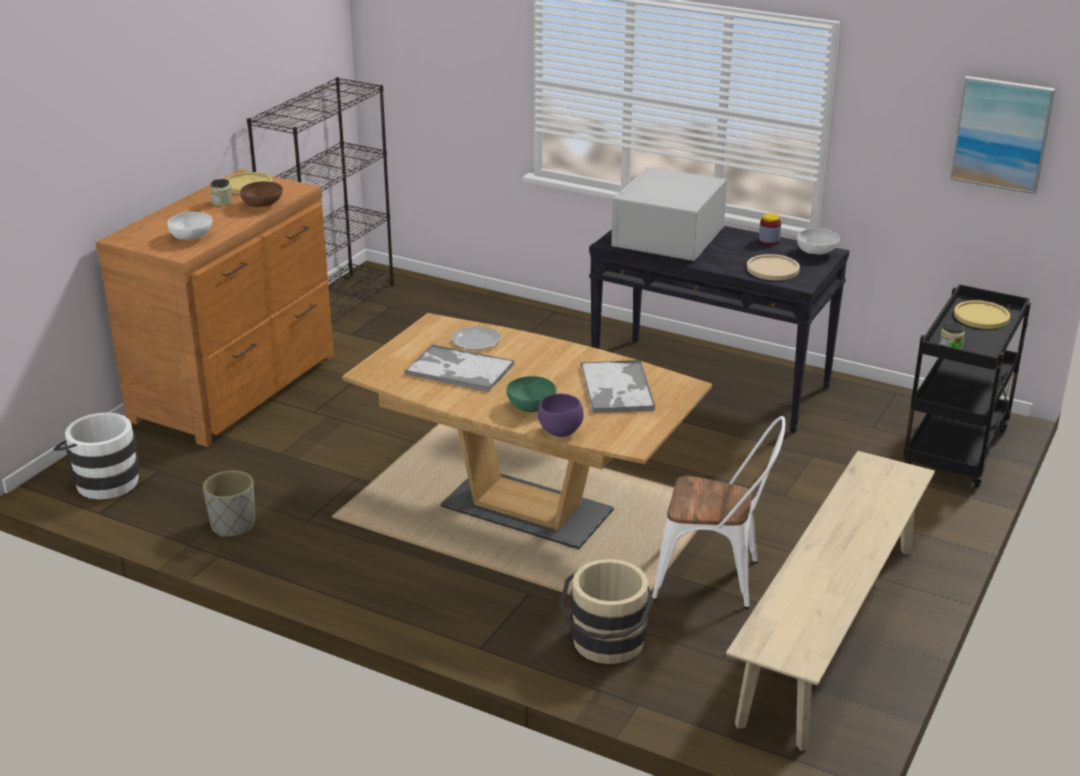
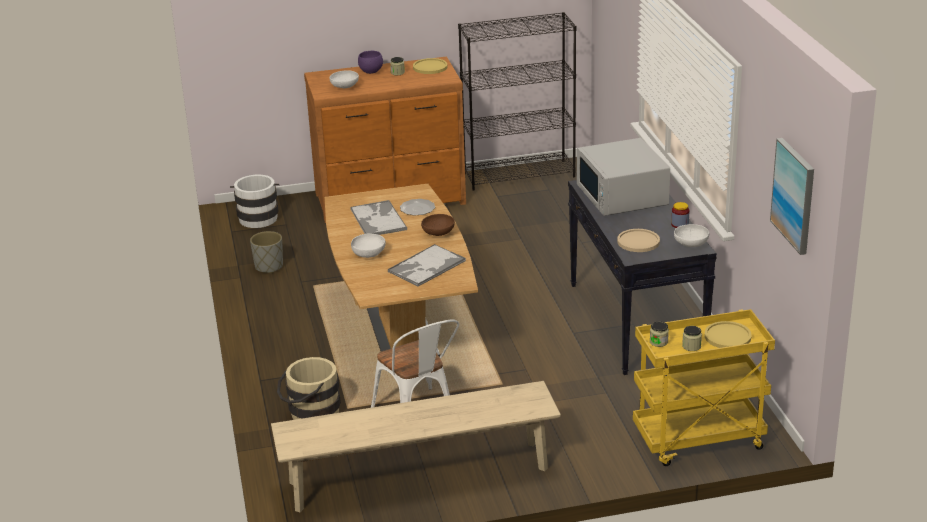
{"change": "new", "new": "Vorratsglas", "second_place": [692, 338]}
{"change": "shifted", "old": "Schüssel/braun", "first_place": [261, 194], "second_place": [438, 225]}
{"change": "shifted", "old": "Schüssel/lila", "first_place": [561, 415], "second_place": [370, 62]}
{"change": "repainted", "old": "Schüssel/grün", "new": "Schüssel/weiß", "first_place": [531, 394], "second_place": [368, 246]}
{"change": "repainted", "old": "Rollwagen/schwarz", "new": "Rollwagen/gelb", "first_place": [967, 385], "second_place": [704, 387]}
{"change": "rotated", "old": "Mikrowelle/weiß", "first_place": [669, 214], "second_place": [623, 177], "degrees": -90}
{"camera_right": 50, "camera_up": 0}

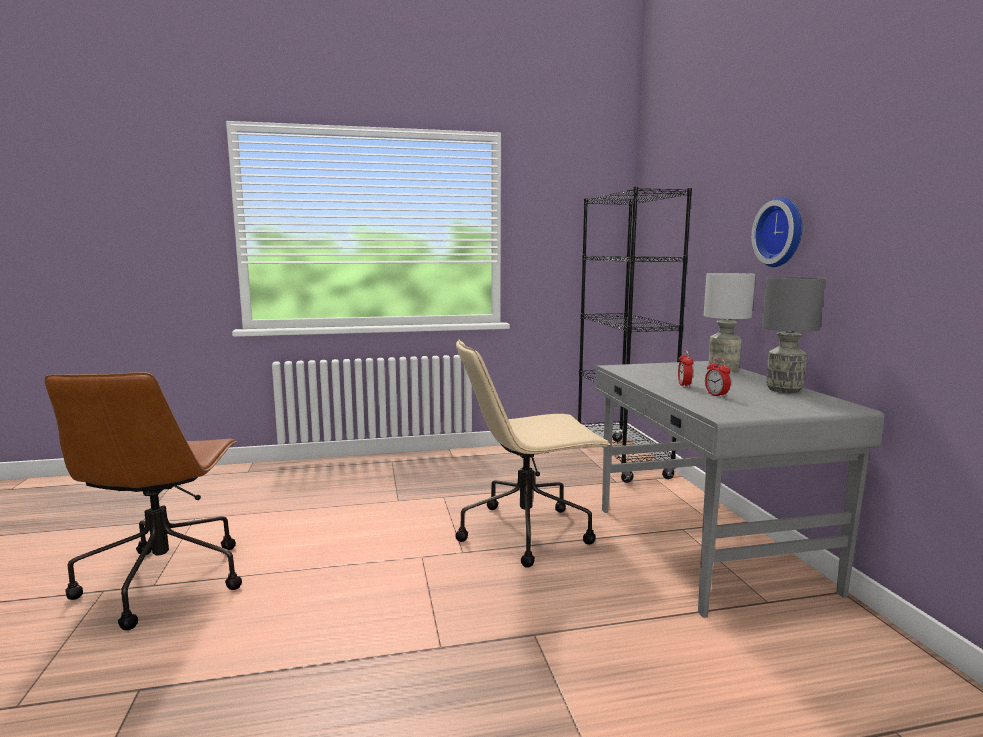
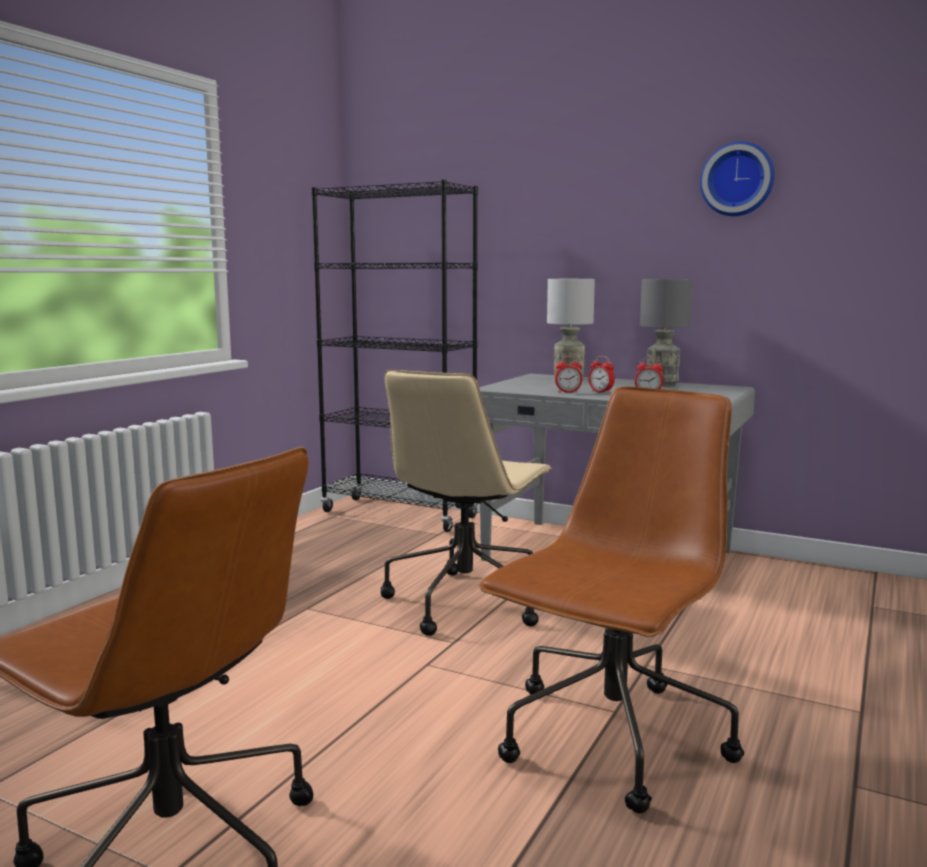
{"change": "new", "new": "Bürostuhl/braun", "second_place": [611, 600]}
{"change": "new", "new": "Wecker", "second_place": [569, 374]}
{"change": "shifted", "old": "Wanduhr", "first_place": [776, 232], "second_place": [737, 178]}
{"camera_right": -50, "camera_up": 0}

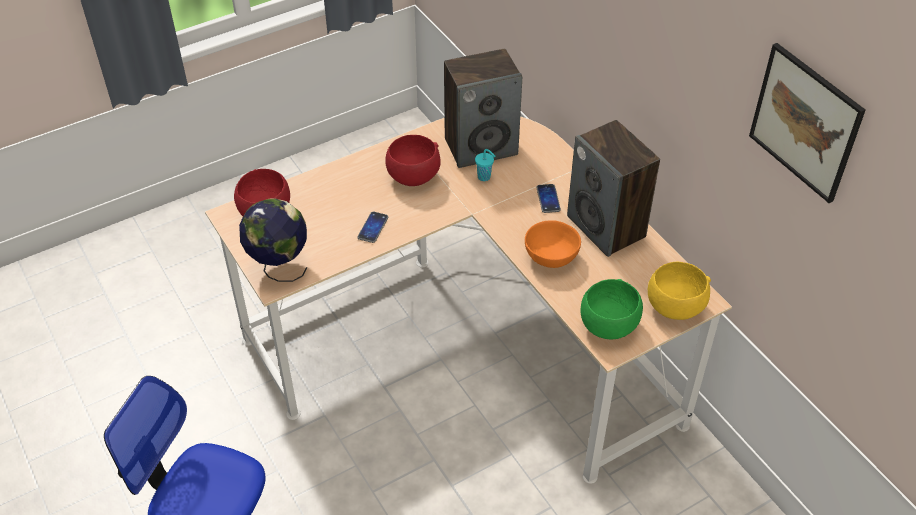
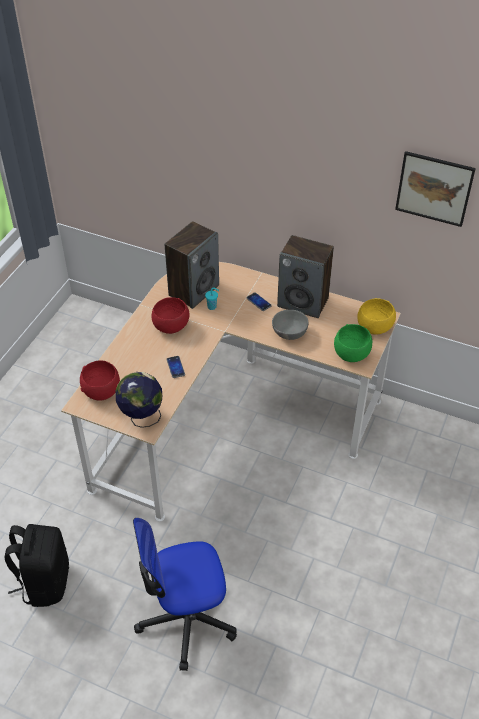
{"change": "new", "new": "Rucksack/schwarz", "second_place": [37, 565]}
{"change": "repainted", "old": "Schüssel/orange", "new": "Schüssel/grau", "first_place": [553, 244], "second_place": [290, 325]}
{"camera_right": -35, "camera_up": 0}

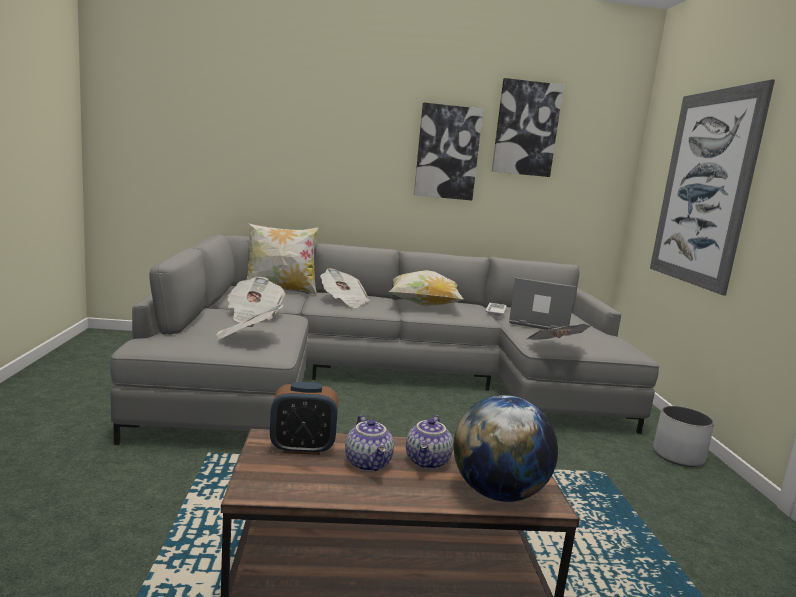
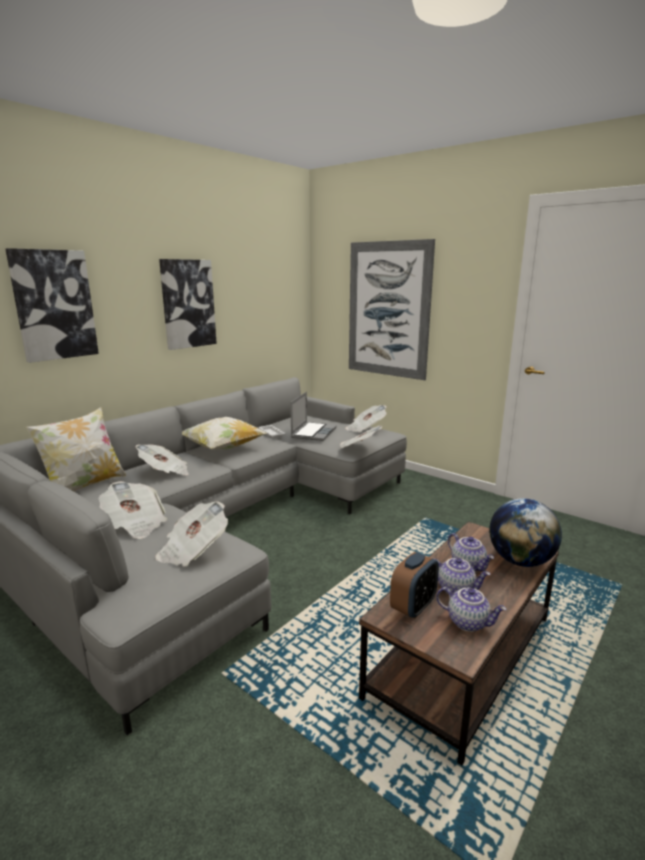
{"change": "gone", "old": "Pflanzkübel/weiß", "first_place": [683, 436]}
{"change": "new", "new": "Zeitung", "second_place": [366, 419]}
{"change": "new", "new": "Teekanne", "second_place": [471, 609]}
{"change": "shifted", "old": "Bild", "first_place": [528, 127], "second_place": [52, 305]}
{"change": "rotated", "old": "Laptop", "first_place": [542, 303], "second_place": [313, 416], "degrees": 135}
{"camera_right": -45, "camera_up": 5}

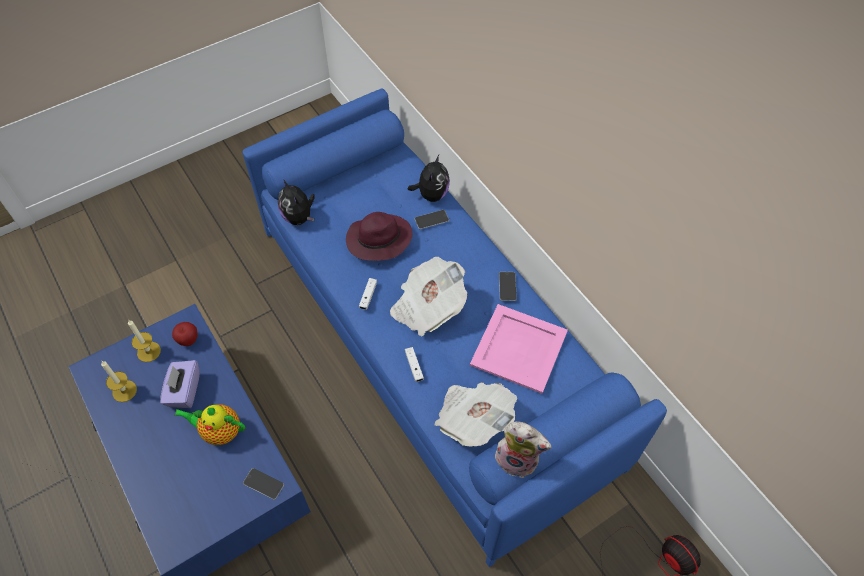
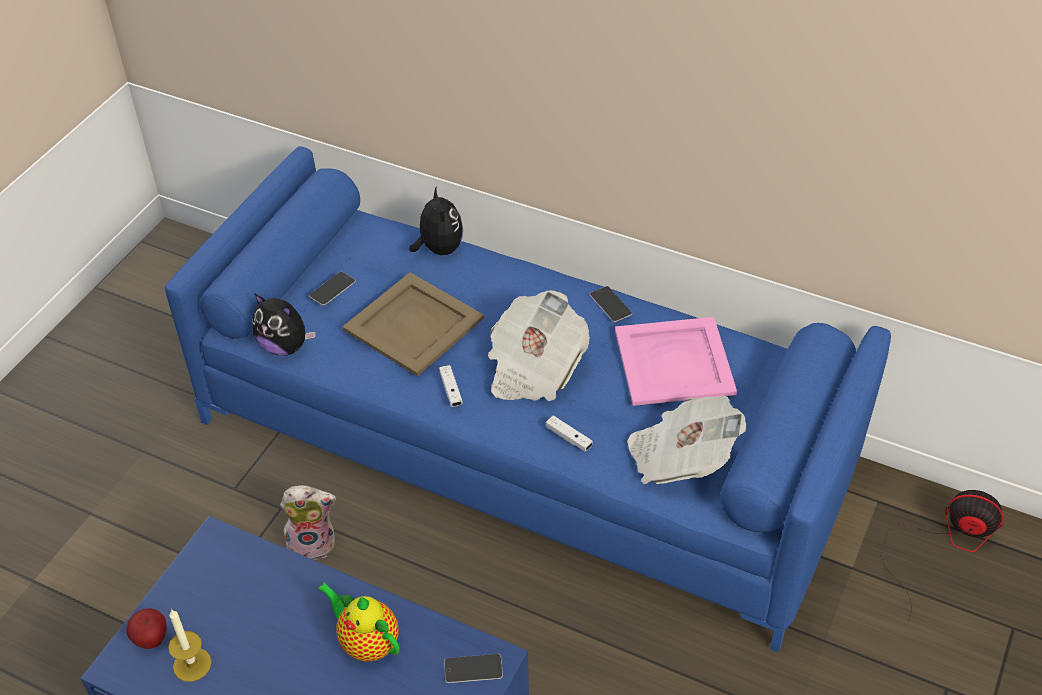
{"change": "gone", "old": "Kerze", "first_place": [144, 341]}
{"change": "gone", "old": "Taschentuchbox/lila", "first_place": [180, 384]}
{"change": "shifted", "old": "Apfel", "first_place": [185, 334], "second_place": [146, 628]}
{"change": "shifted", "old": "Handy", "first_place": [431, 219], "second_place": [332, 288]}
{"change": "shifted", "old": "Plüschtier", "first_place": [523, 449], "second_place": [308, 522]}
{"change": "swapped", "old": "Hut/lila", "new": "Tablett/beige", "first_place": [379, 236], "second_place": [413, 324]}
{"change": "rotated", "old": "Teekanne", "first_place": [210, 424], "second_place": [358, 622], "degrees": 60}
{"camera_right": -30, "camera_up": -10}

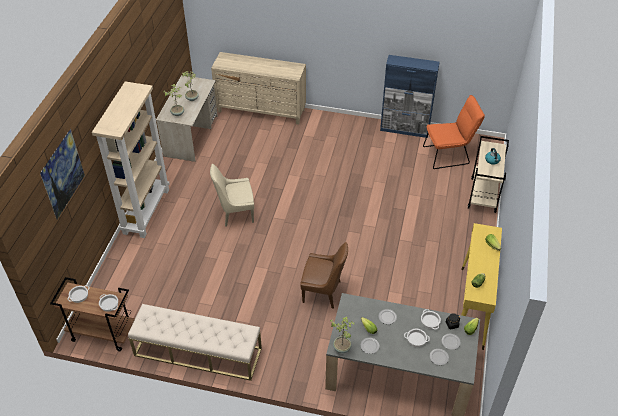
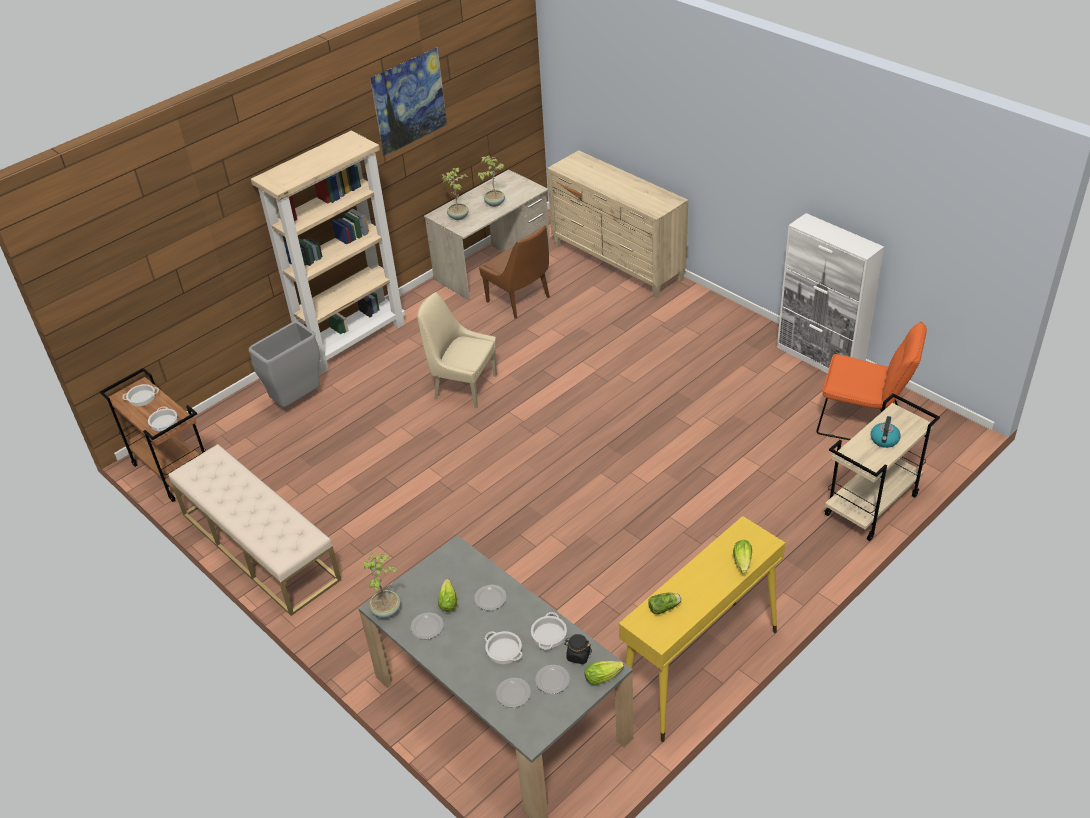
{"change": "new", "new": "Mülleimer/grau", "second_place": [284, 364]}
{"change": "shifted", "old": "Bild", "first_place": [62, 174], "second_place": [408, 102]}
{"change": "shifted", "old": "Stuhl/braun", "first_place": [324, 275], "second_place": [514, 272]}
{"change": "repainted", "old": "Schrank/blau", "new": "Schrank/weiß", "first_place": [409, 96], "second_place": [830, 293]}
{"camera_right": 35, "camera_up": -5}

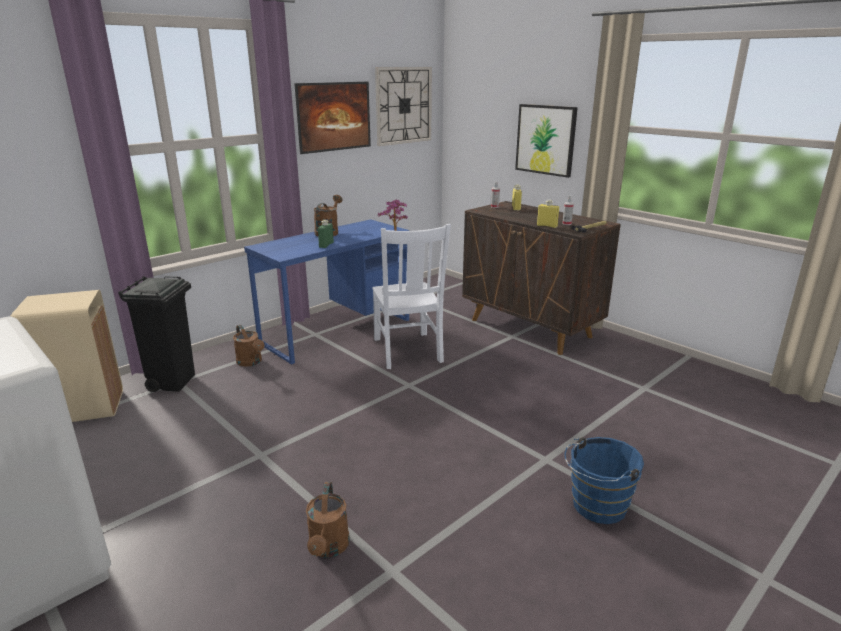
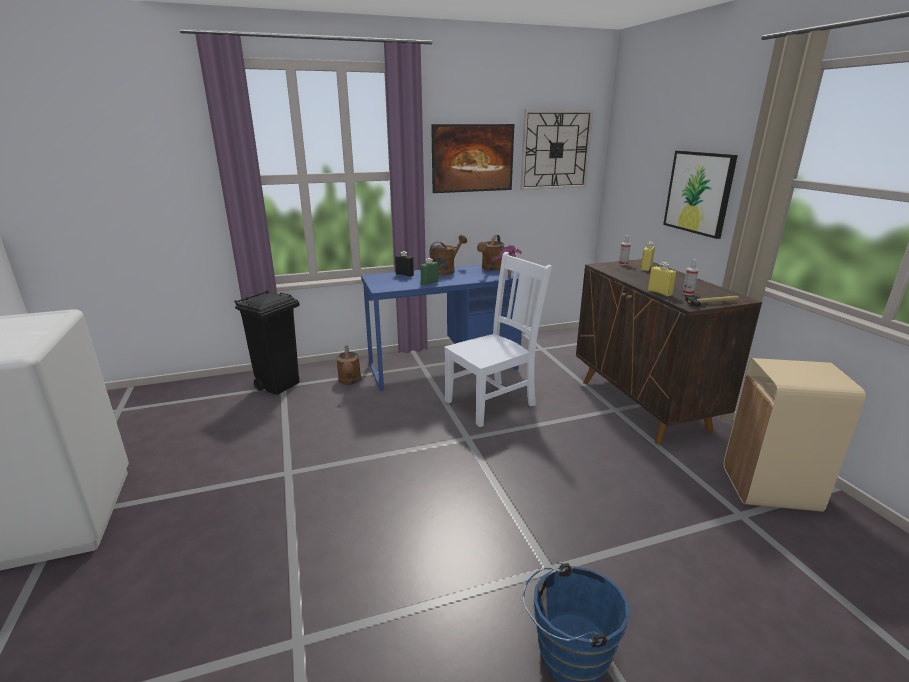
{"change": "new", "new": "Flasche/schwarz", "second_place": [404, 264]}
{"change": "shifted", "old": "Mülleimer/beige", "first_place": [66, 356], "second_place": [794, 435]}
{"change": "shifted", "old": "Gießkanne/braun", "first_place": [328, 520], "second_place": [490, 253]}
{"change": "rotated", "old": "Stuhl/weiß", "first_place": [411, 296], "second_place": [498, 339], "degrees": -135}
{"camera_right": 25, "camera_up": 0}

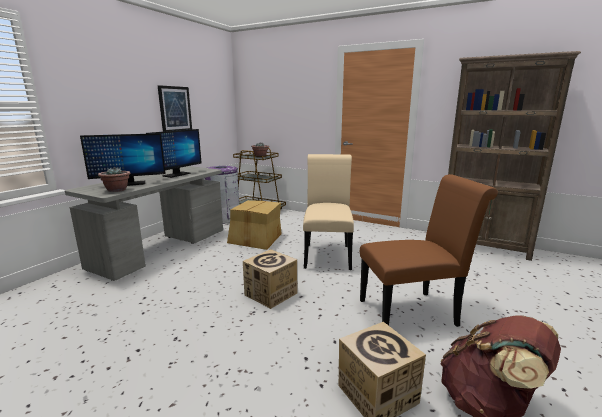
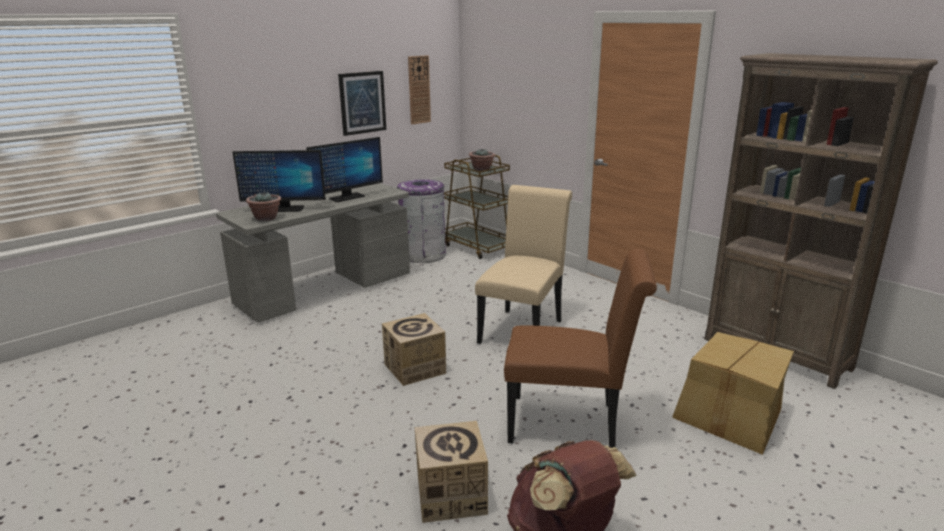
{"change": "new", "new": "Wanduhr", "second_place": [419, 90]}
{"change": "shifted", "old": "Karton", "first_place": [254, 225], "second_place": [733, 393]}
{"camera_right": 20, "camera_up": 5}

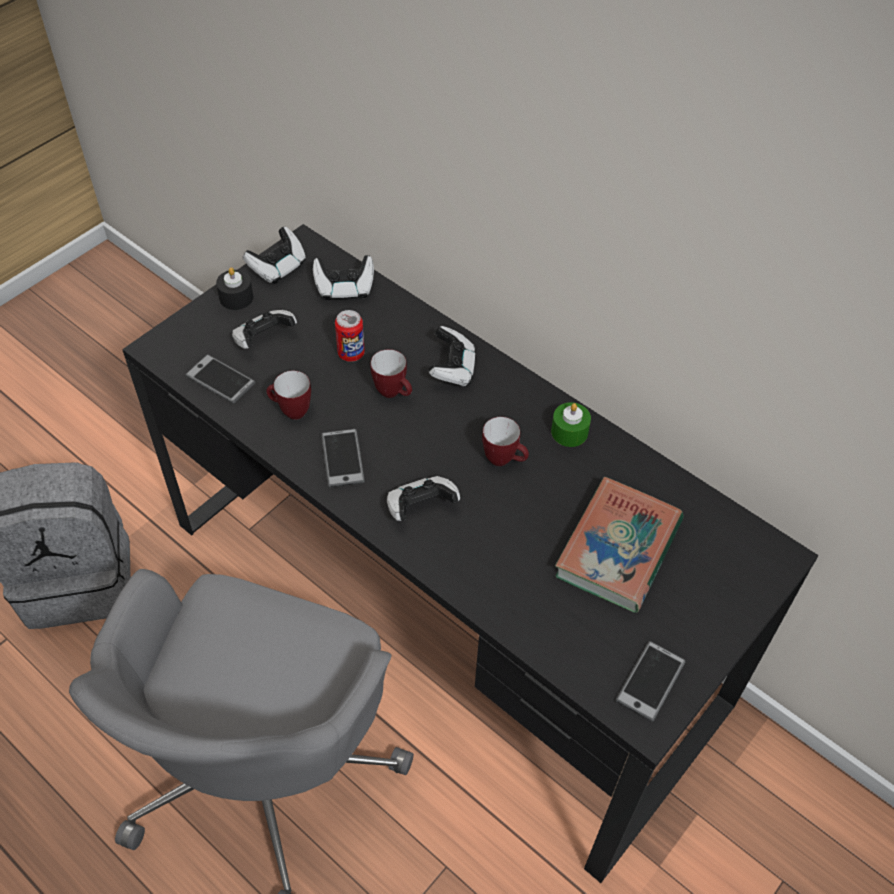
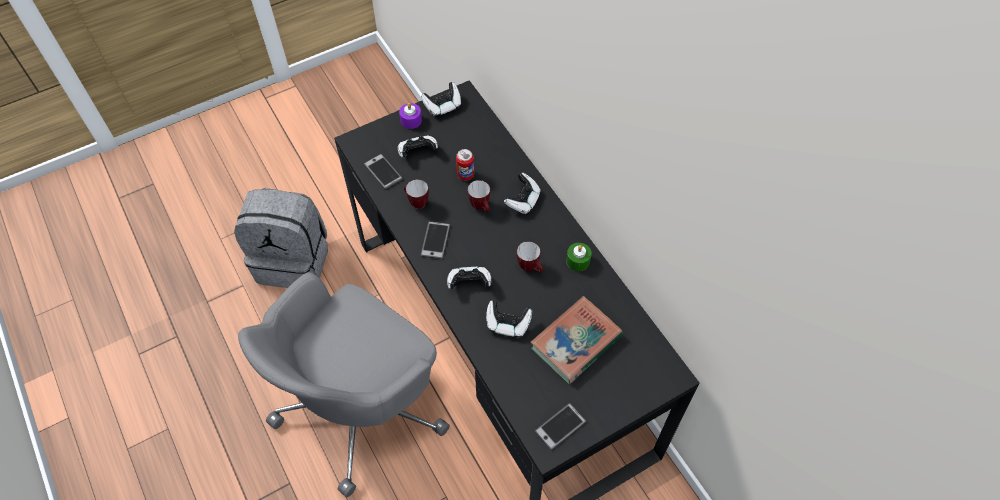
{"change": "shifted", "old": "Gamepad", "first_place": [343, 277], "second_place": [509, 318]}
{"change": "repainted", "old": "Kerze/schwarz", "new": "Kerze/lila", "first_place": [235, 288], "second_place": [410, 116]}
{"camera_right": 20, "camera_up": 5}

